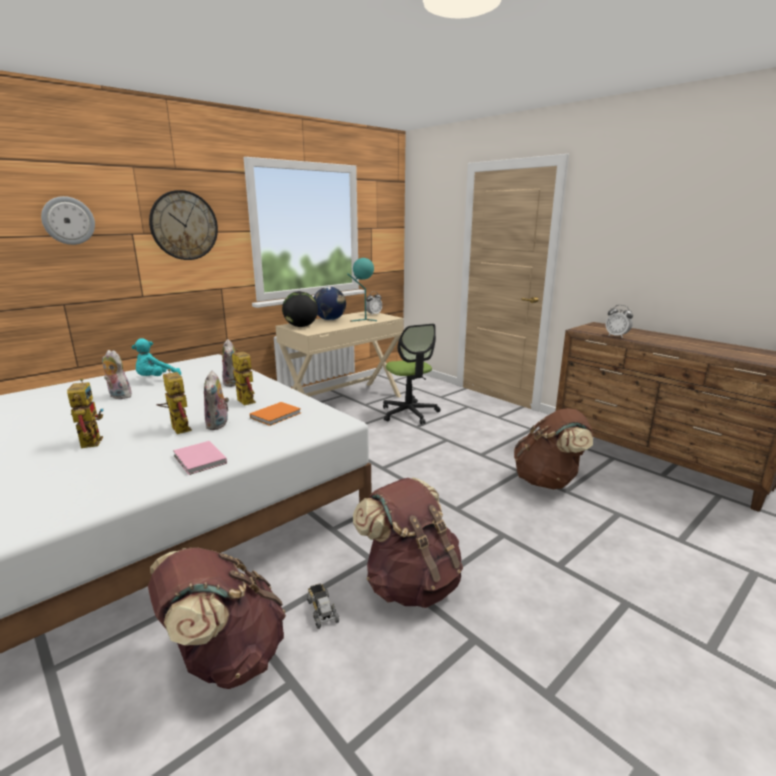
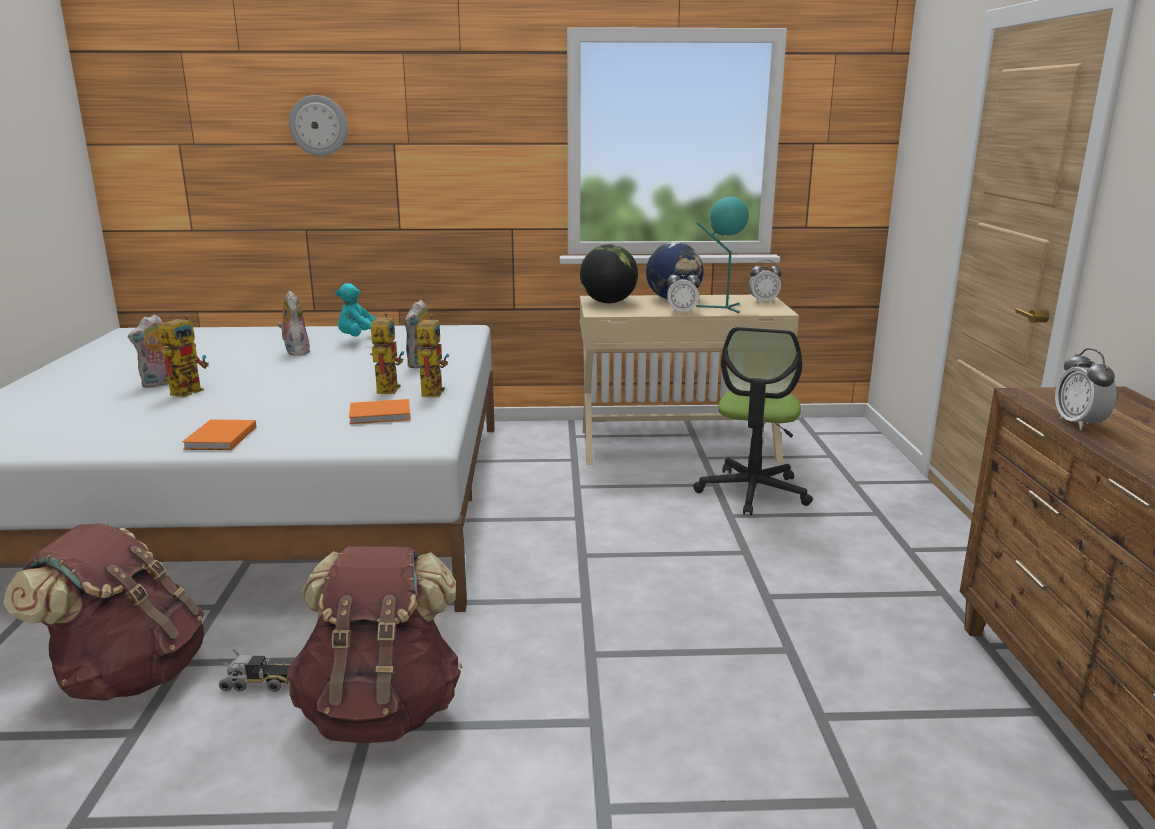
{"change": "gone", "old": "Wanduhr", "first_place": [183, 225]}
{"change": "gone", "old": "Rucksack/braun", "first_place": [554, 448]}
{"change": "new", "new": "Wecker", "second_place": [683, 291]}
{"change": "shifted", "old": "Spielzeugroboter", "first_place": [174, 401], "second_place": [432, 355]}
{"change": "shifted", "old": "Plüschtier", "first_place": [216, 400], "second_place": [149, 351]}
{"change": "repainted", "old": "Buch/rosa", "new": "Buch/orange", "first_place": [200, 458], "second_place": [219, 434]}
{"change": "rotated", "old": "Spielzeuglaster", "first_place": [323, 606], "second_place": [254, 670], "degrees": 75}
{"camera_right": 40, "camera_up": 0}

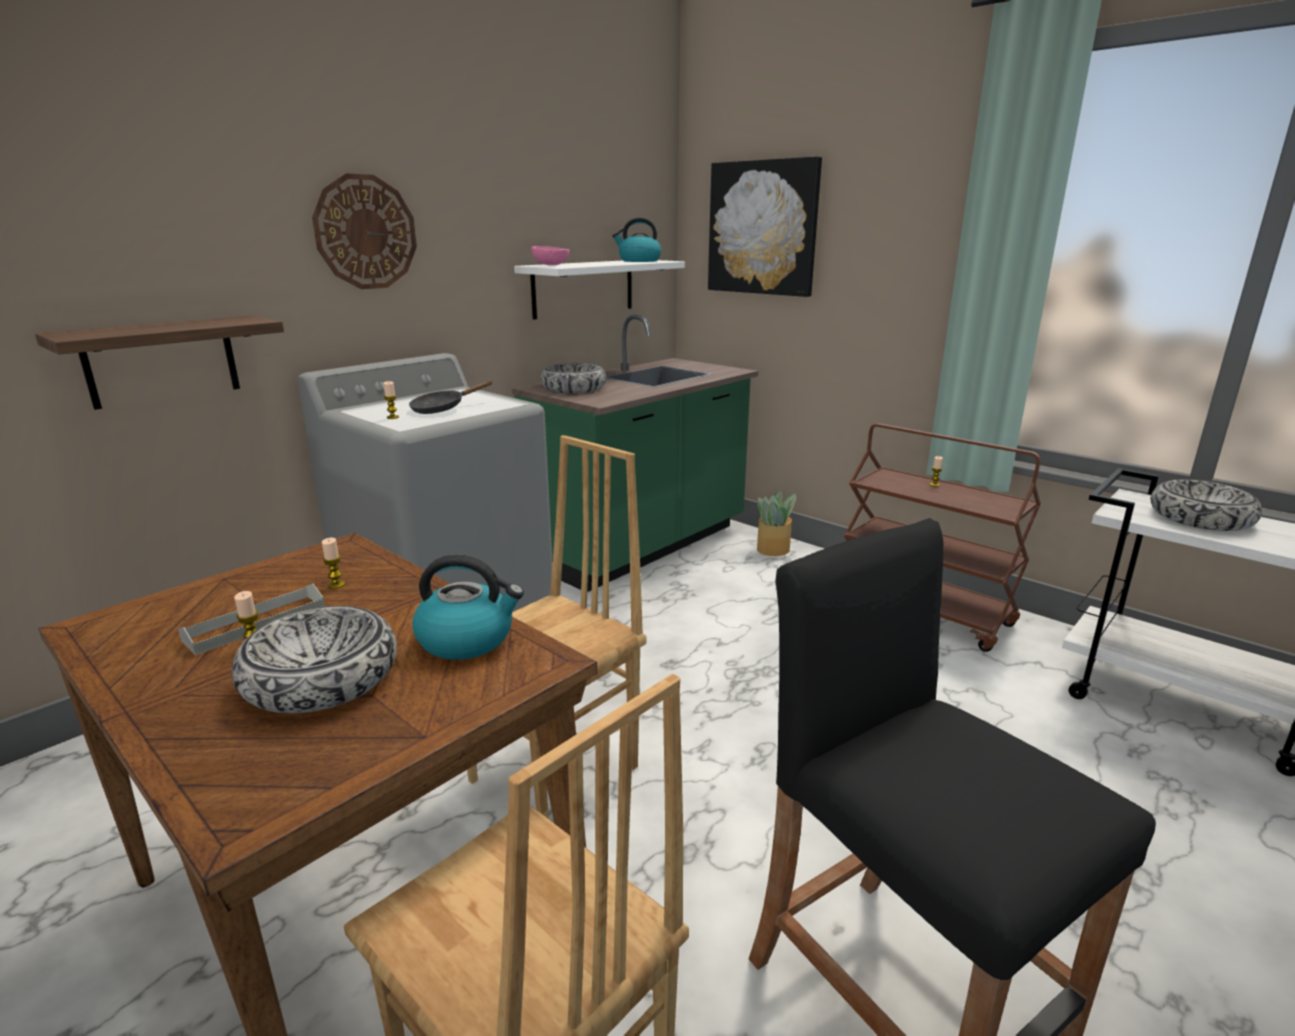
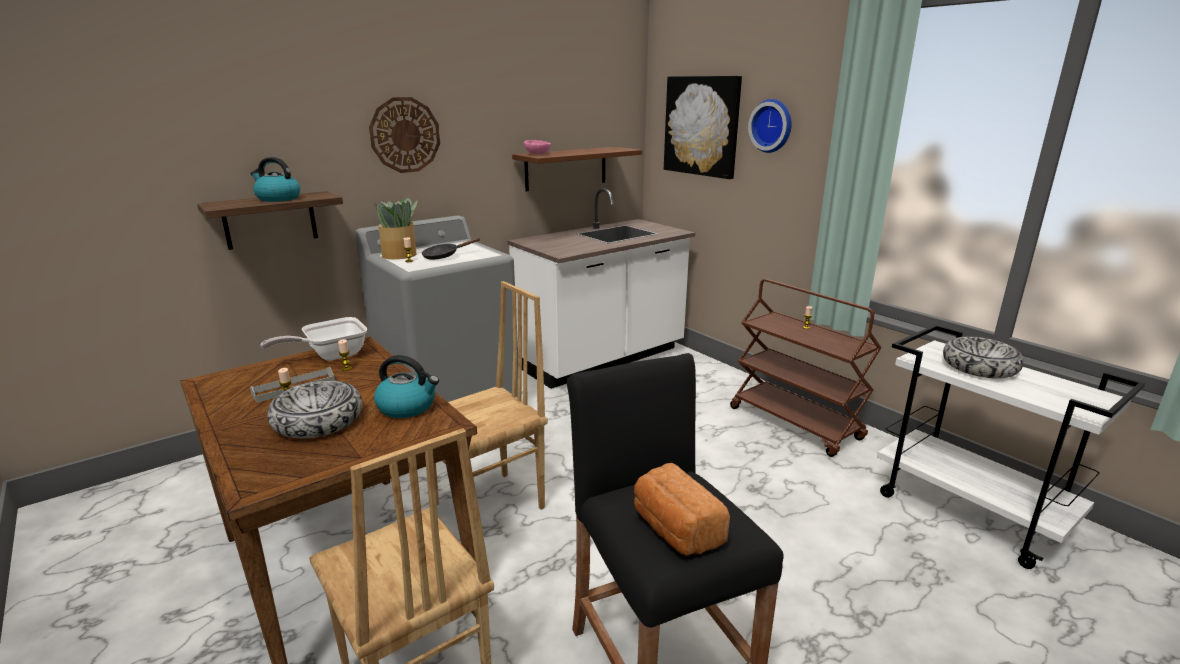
{"change": "gone", "old": "Schüssel", "first_place": [573, 378]}
{"change": "new", "new": "Pfanne", "second_place": [314, 339]}
{"change": "new", "new": "Brot", "second_place": [682, 509]}
{"change": "new", "new": "Wanduhr", "second_place": [770, 126]}
{"change": "shifted", "old": "Wasserkessel", "first_place": [636, 240], "second_place": [275, 179]}
{"change": "shifted", "old": "Topfpflanze", "first_place": [776, 523], "second_place": [396, 228]}
{"change": "repainted", "old": "Küchenzeile/grün", "new": "Küchenzeile/weiß", "first_place": [635, 453], "second_place": [601, 288]}
{"change": "repainted", "old": "Wandregal/weiß", "new": "Wandregal/braun", "first_place": [599, 290], "second_place": [577, 169]}
{"camera_right": 10, "camera_up": 0}

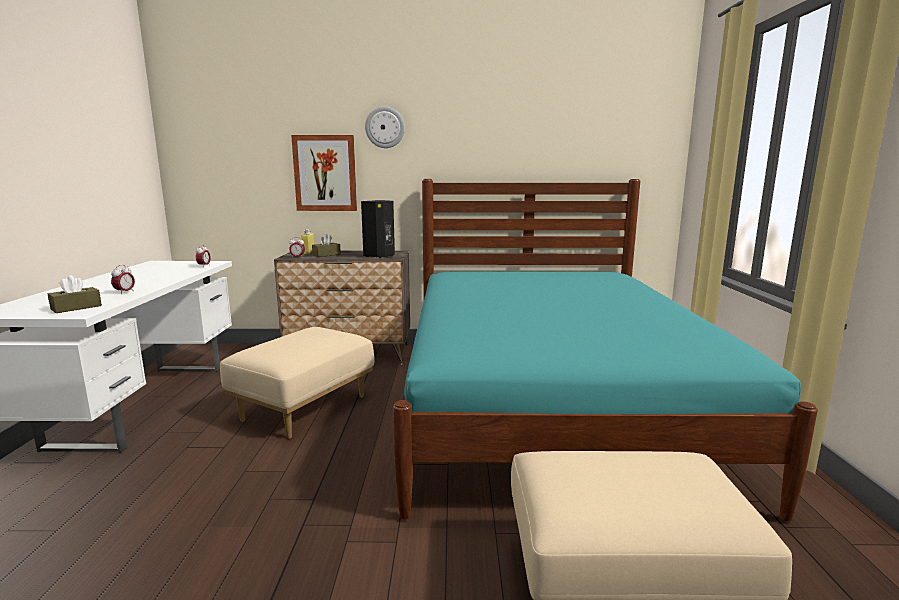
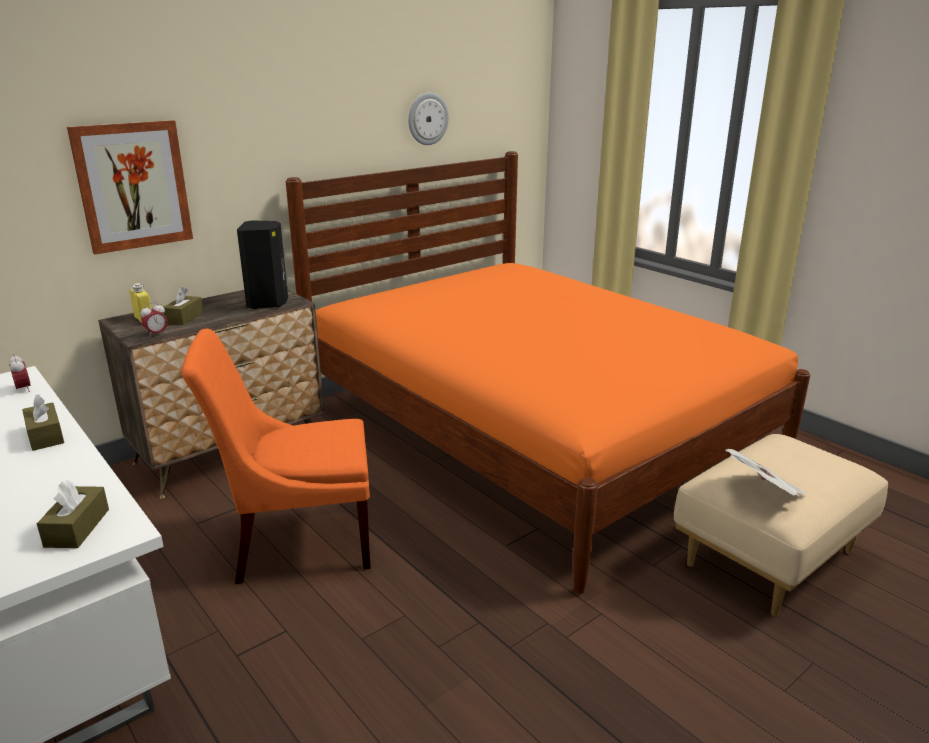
{"change": "gone", "old": "Wecker", "first_place": [123, 279]}
{"change": "new", "new": "Taschentuchbox/braun", "second_place": [43, 423]}
{"change": "new", "new": "Zeitung", "second_place": [767, 473]}
{"change": "shifted", "old": "Wanduhr", "first_place": [385, 127], "second_place": [428, 118]}
{"change": "swapped", "old": "Polsterhocker/beige", "new": "Stuhl/orange", "first_place": [297, 383], "second_place": [276, 456]}
{"change": "repainted", "old": "Bett/türkis", "new": "Bett/orange", "first_place": [605, 350], "second_place": [548, 372]}
{"camera_right": -40, "camera_up": 10}

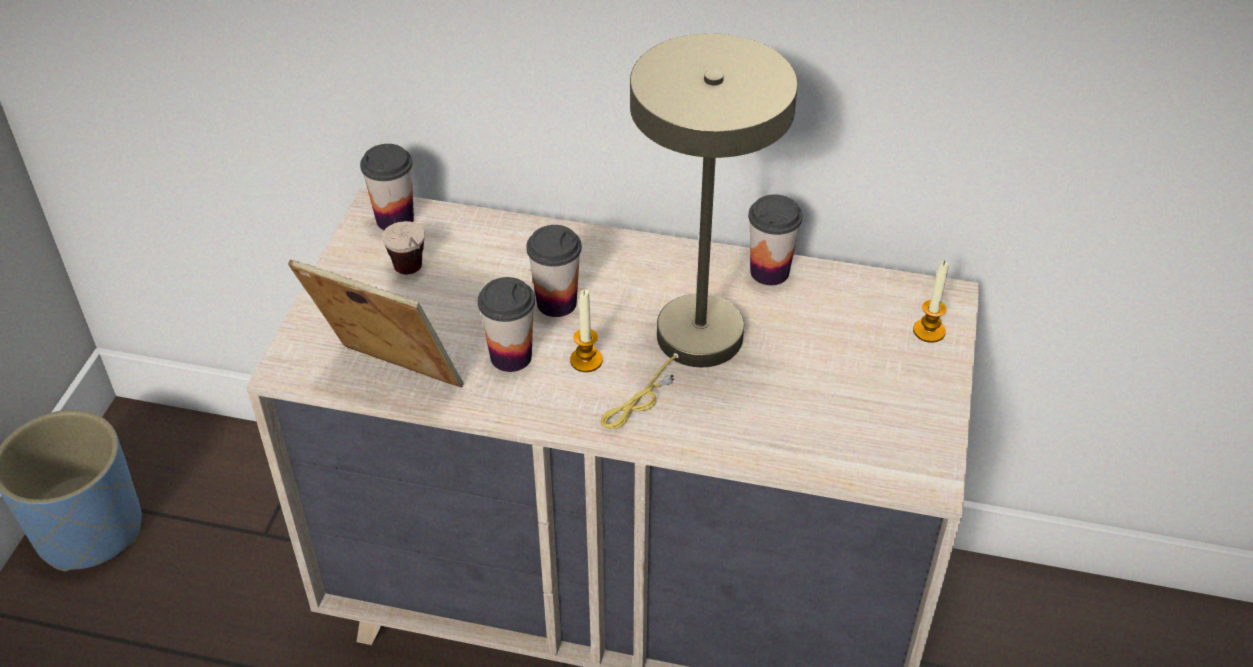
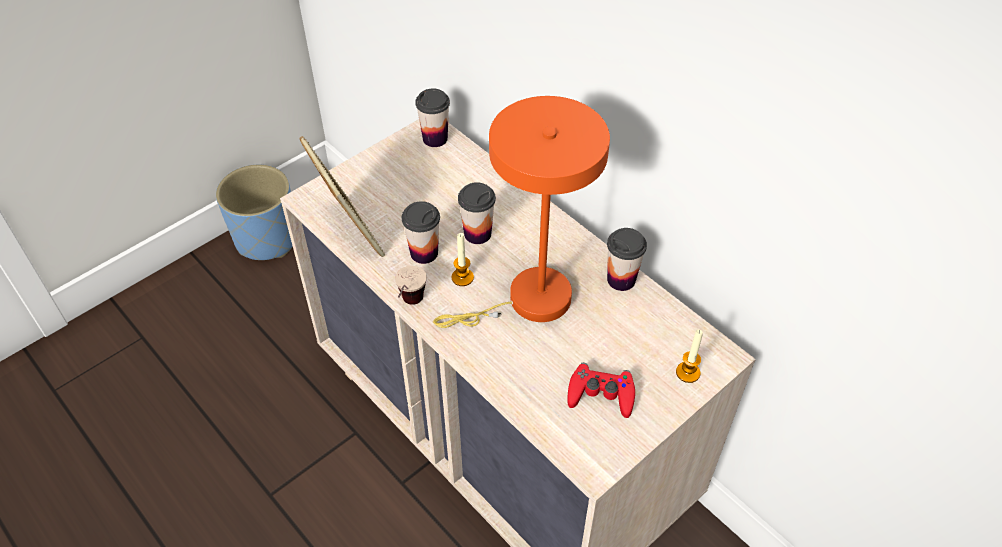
{"change": "new", "new": "Gamepad/rot", "second_place": [601, 390]}
{"change": "shifted", "old": "Tasse", "first_place": [403, 247], "second_place": [411, 285]}
{"change": "repainted", "old": "Tischlampe/beige", "new": "Tischlampe/orange", "first_place": [699, 231], "second_place": [521, 212]}
{"camera_right": 35, "camera_up": 5}

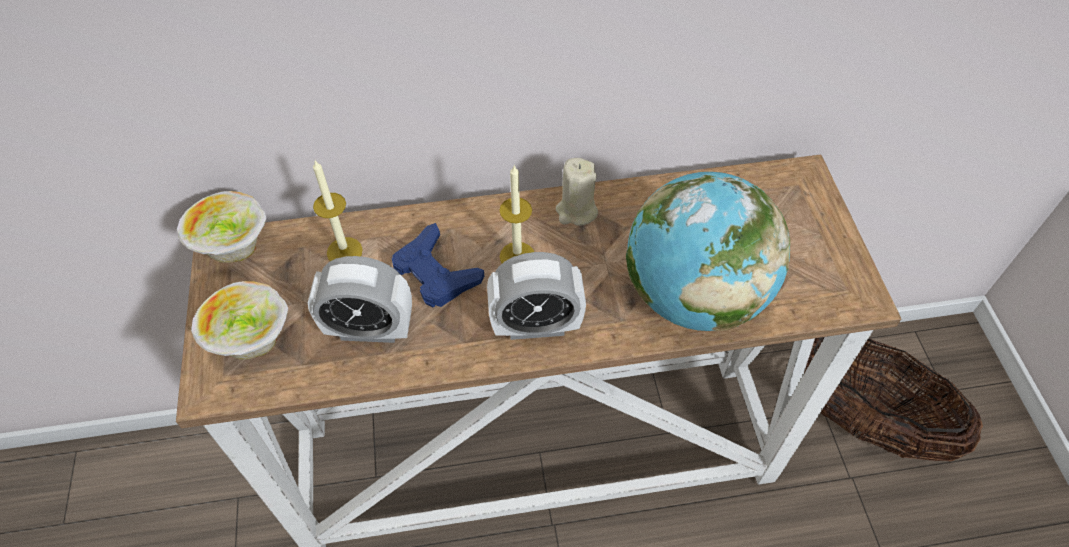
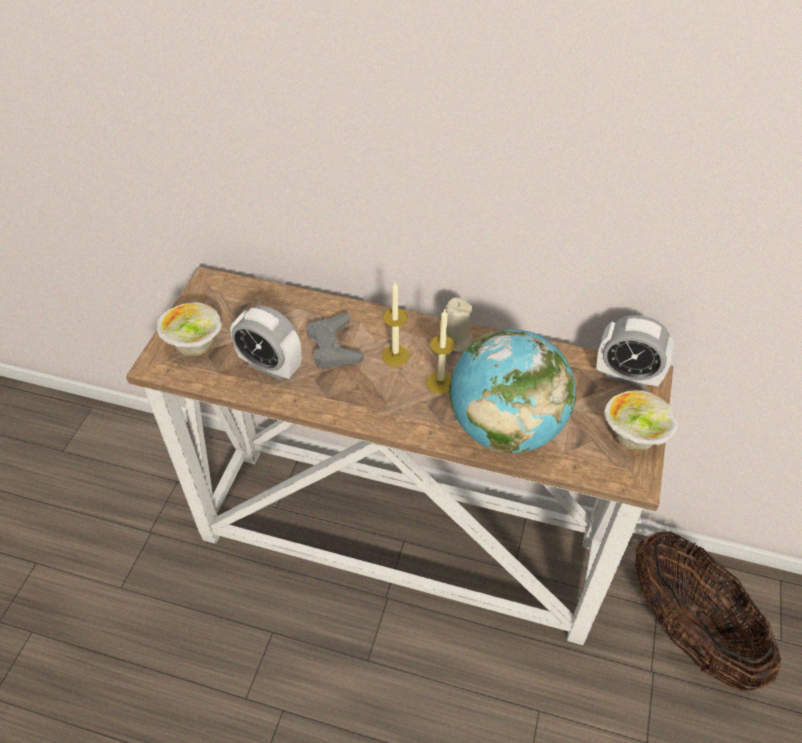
{"change": "shifted", "old": "Schüssel", "first_place": [221, 227], "second_place": [642, 420]}
{"change": "shifted", "old": "Kerze", "first_place": [338, 211], "second_place": [441, 352]}
{"change": "shifted", "old": "Wecker", "first_place": [536, 296], "second_place": [636, 352]}
{"change": "repainted", "old": "Gamepad/blau", "new": "Gamepad/grau", "first_place": [438, 265], "second_place": [335, 341]}
{"camera_right": 25, "camera_up": -5}

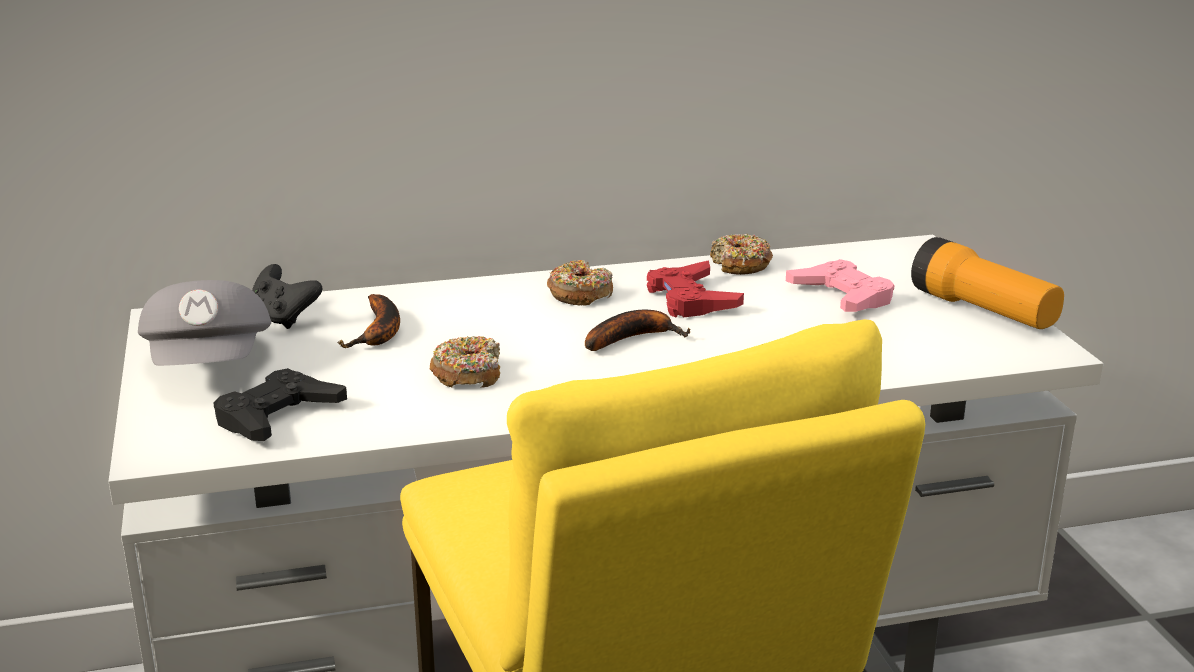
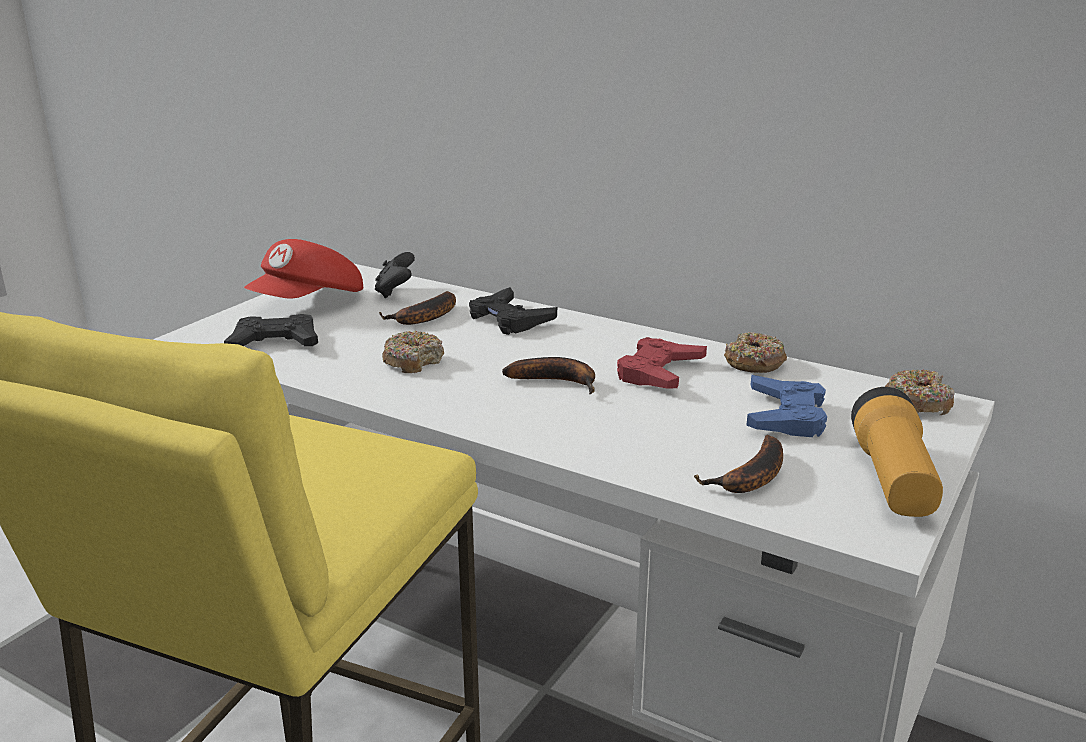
{"change": "new", "new": "Gamepad/schwarz", "second_place": [513, 311]}
{"change": "new", "new": "Banane", "second_place": [738, 464]}
{"change": "shifted", "old": "Donut", "first_place": [580, 282], "second_place": [920, 392]}
{"change": "repainted", "old": "Kappe/grau", "new": "Kappe/rot", "first_place": [204, 323], "second_place": [303, 269]}
{"change": "repainted", "old": "Gamepad/rosa", "new": "Gamepad/blau", "first_place": [840, 285], "second_place": [786, 406]}
{"camera_right": 45, "camera_up": 0}

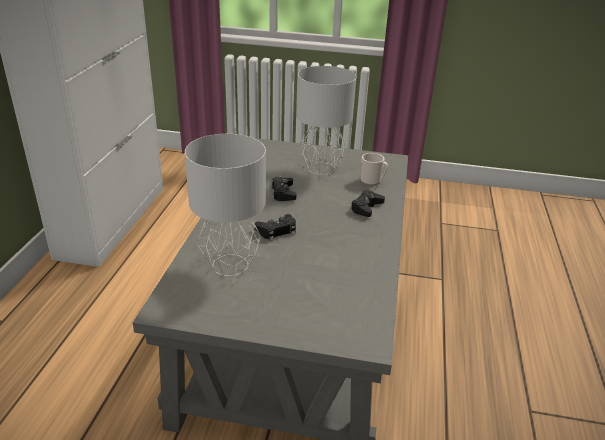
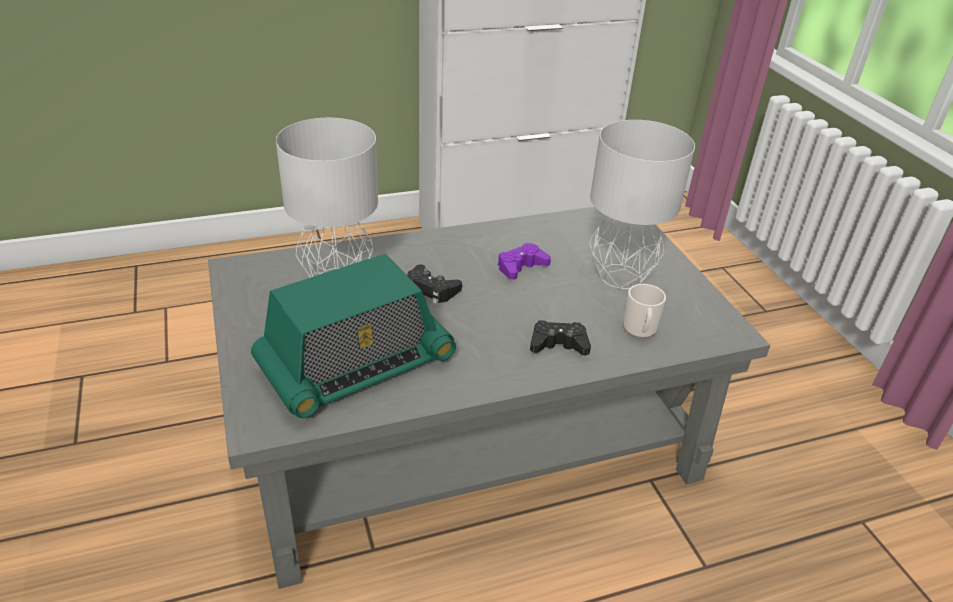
{"change": "new", "new": "Radio", "second_place": [353, 336]}
{"change": "repainted", "old": "Gamepad/schwarz", "new": "Gamepad/lila", "first_place": [284, 189], "second_place": [524, 261]}
{"camera_right": 60, "camera_up": 5}

